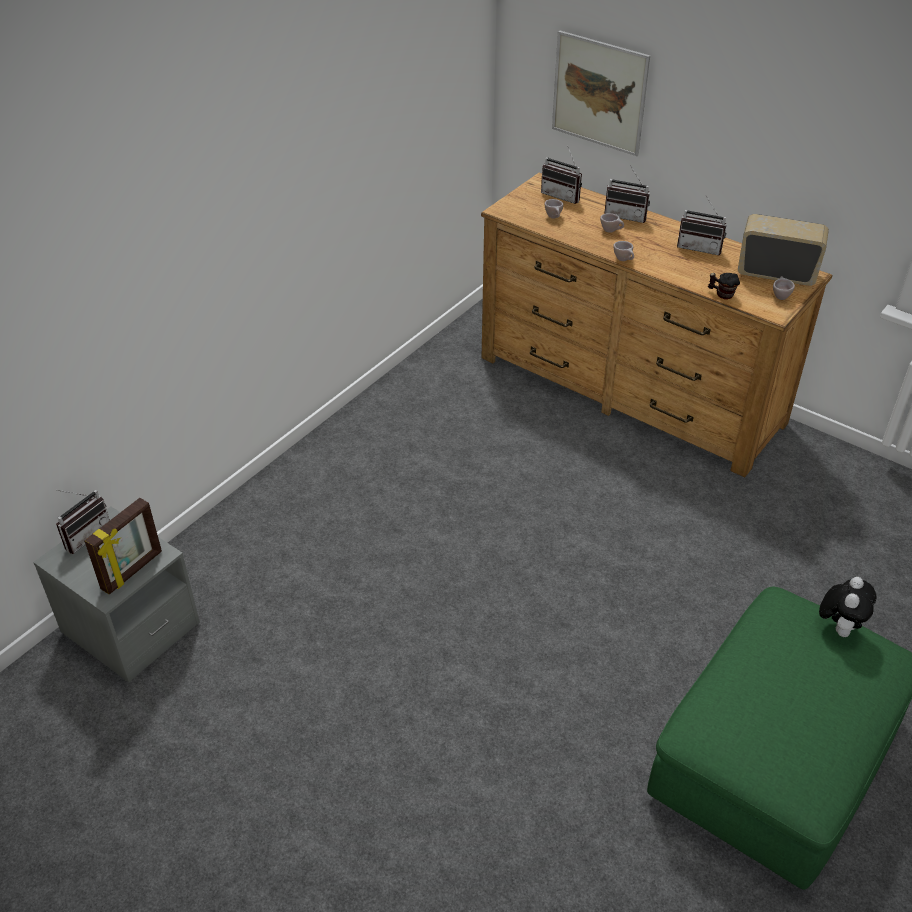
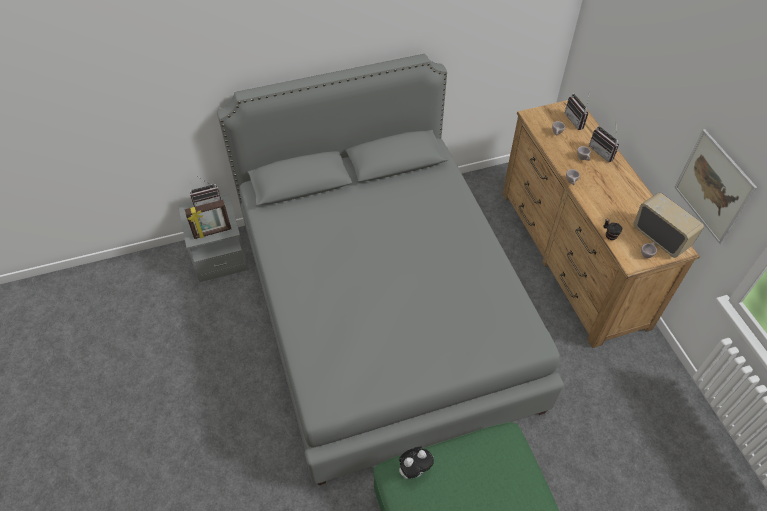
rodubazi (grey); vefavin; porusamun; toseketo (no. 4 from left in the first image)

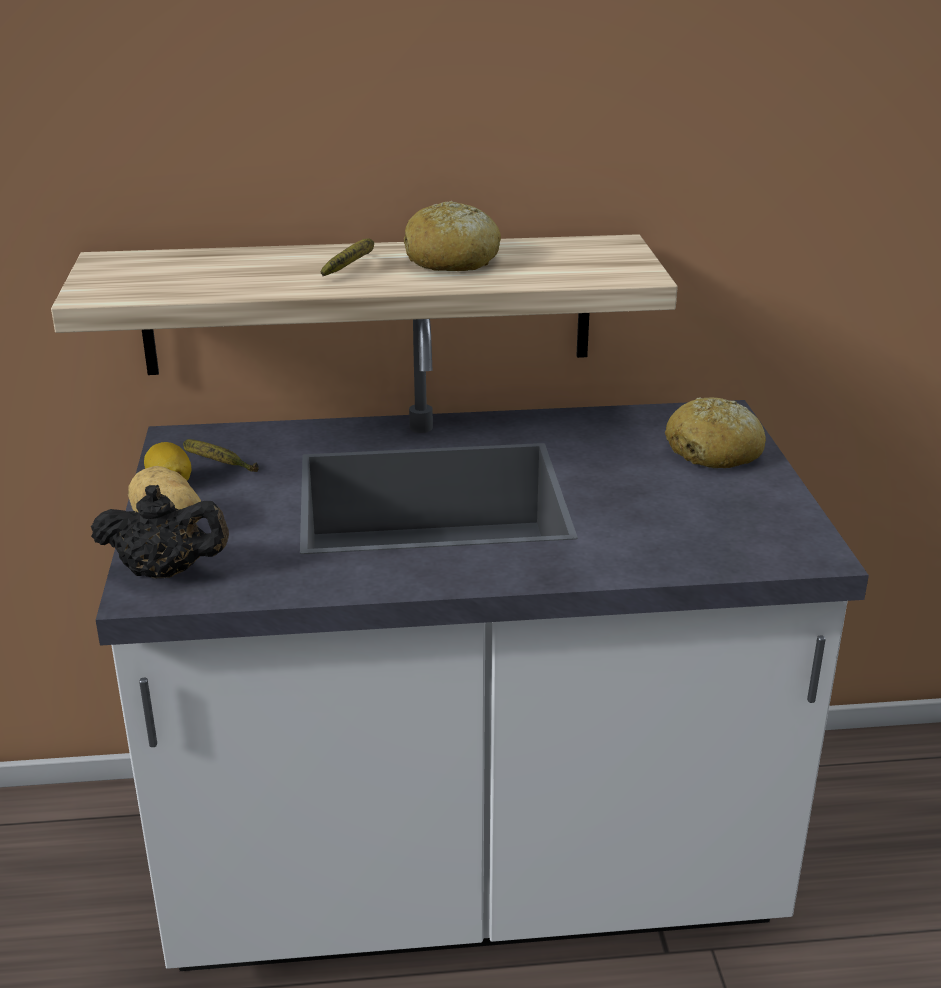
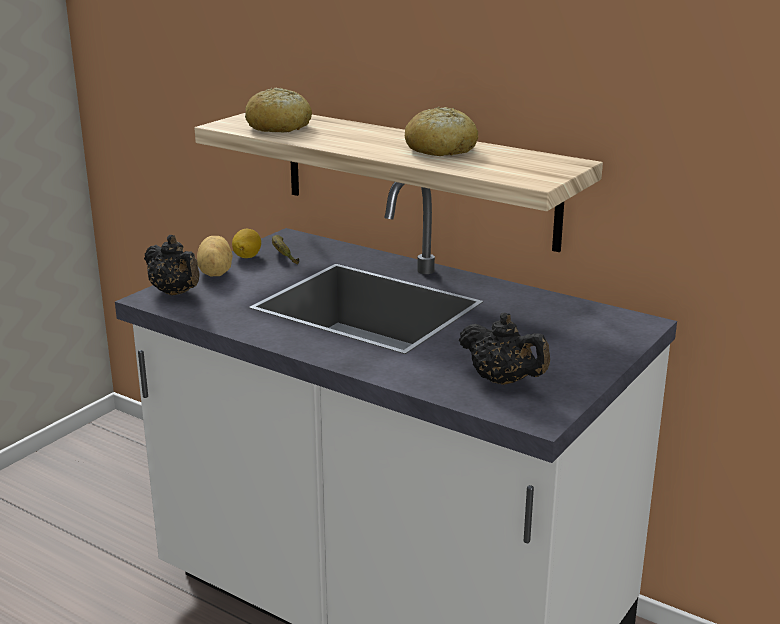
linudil (no. 1 from left); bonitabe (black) (no. 2 from left); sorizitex (no. 2 from left in the first image)

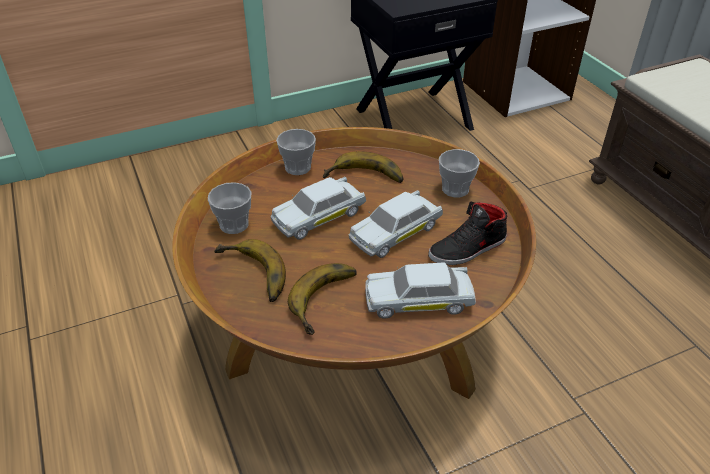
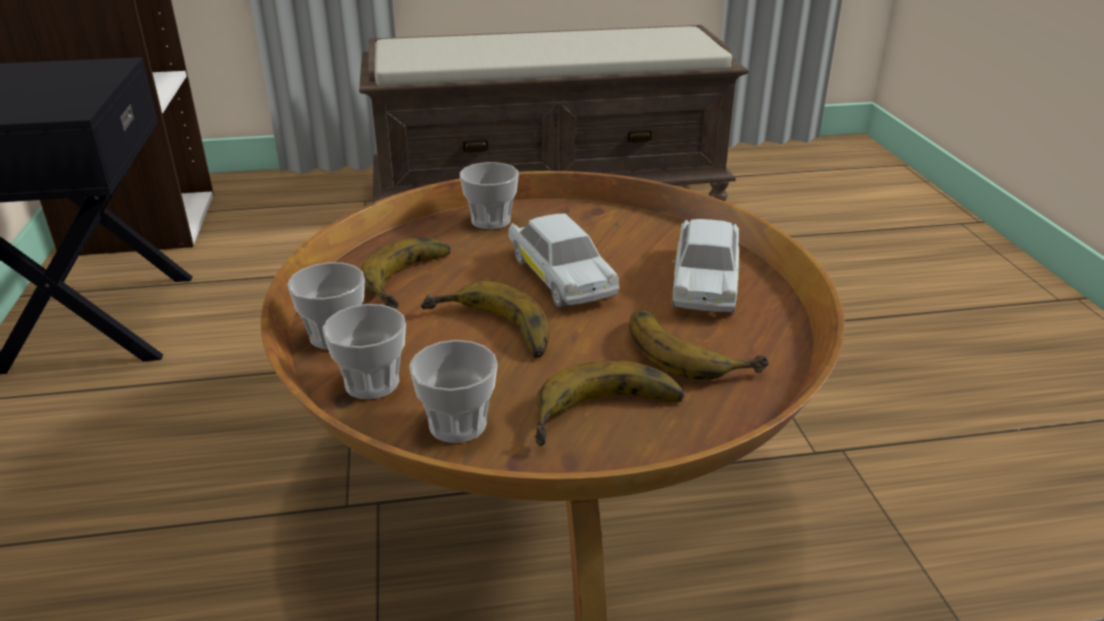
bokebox (no. 2 from left); sorizitex (no. 2 from left); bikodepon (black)

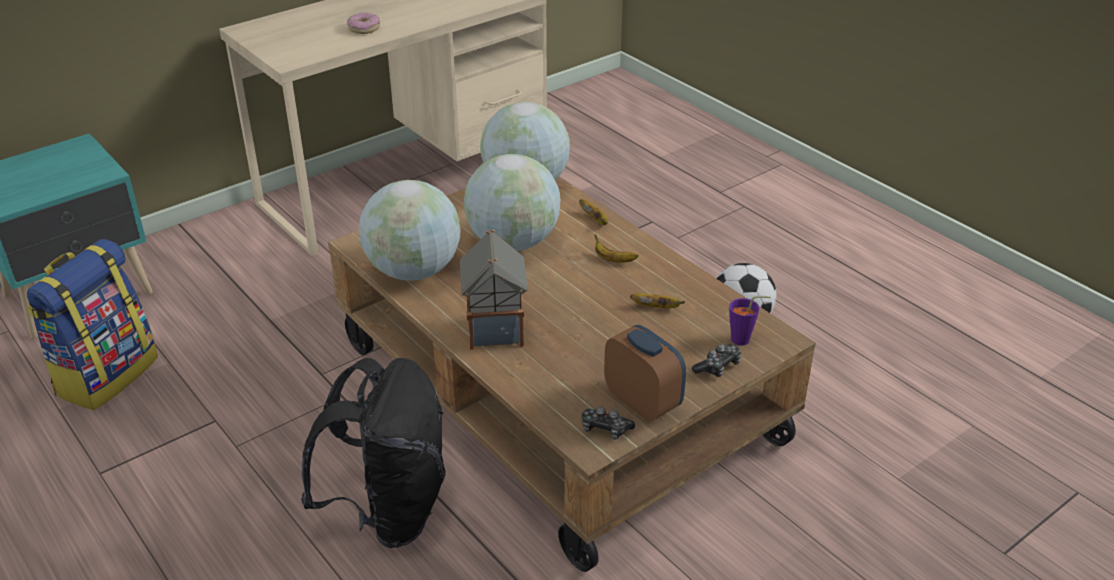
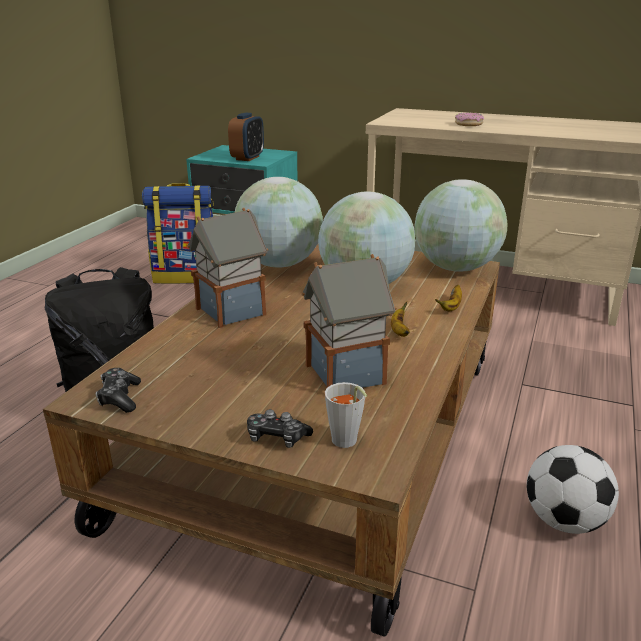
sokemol; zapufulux (no. 2 from left); bokebox (grey)

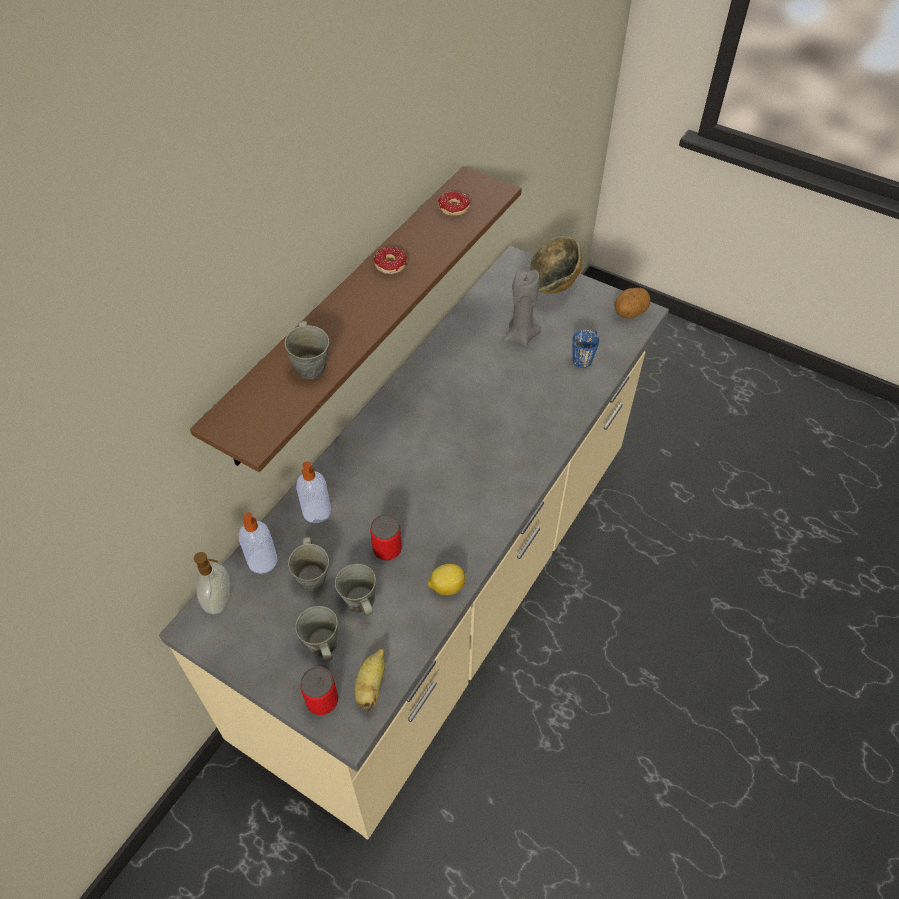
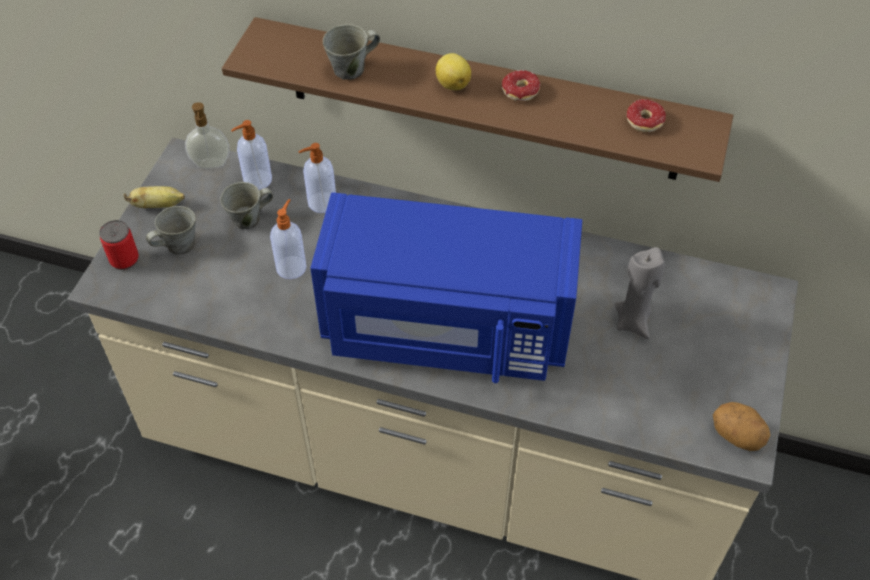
sorizitex; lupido (no. 3 from left); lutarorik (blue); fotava; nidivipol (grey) (no. 4 from left in the first image); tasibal; nidivipol (blue)

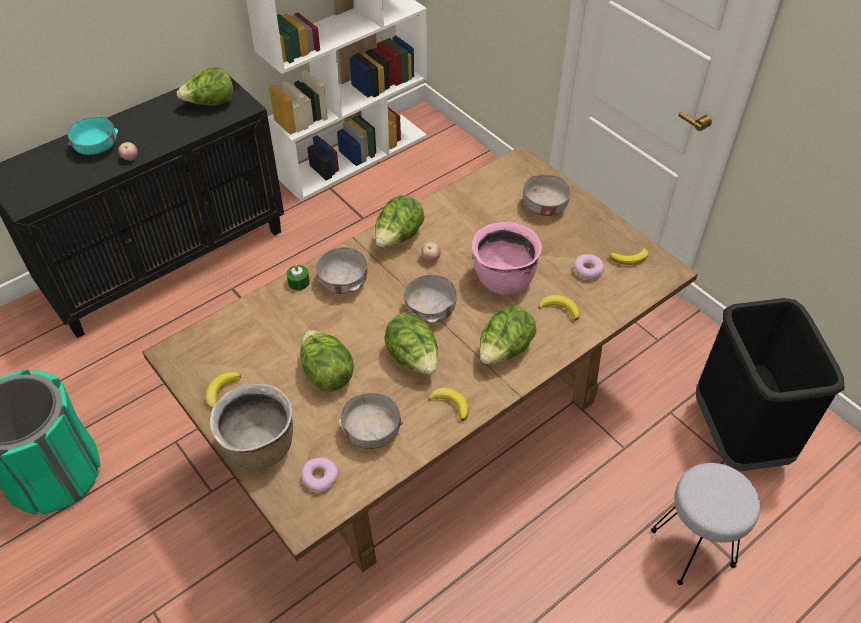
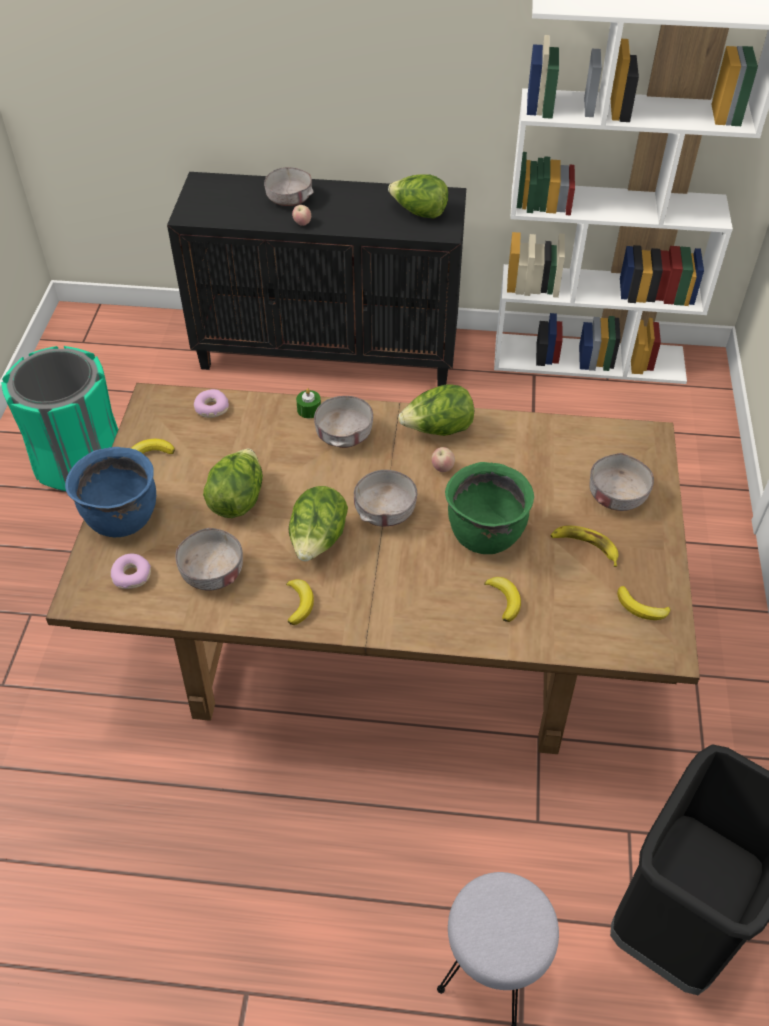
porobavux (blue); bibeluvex (no. 2 from left); tasibal (grey) (no. 2 from left); porobavux (green); sorizitex (no. 4 from left); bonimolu (no. 5 from left in the first image)

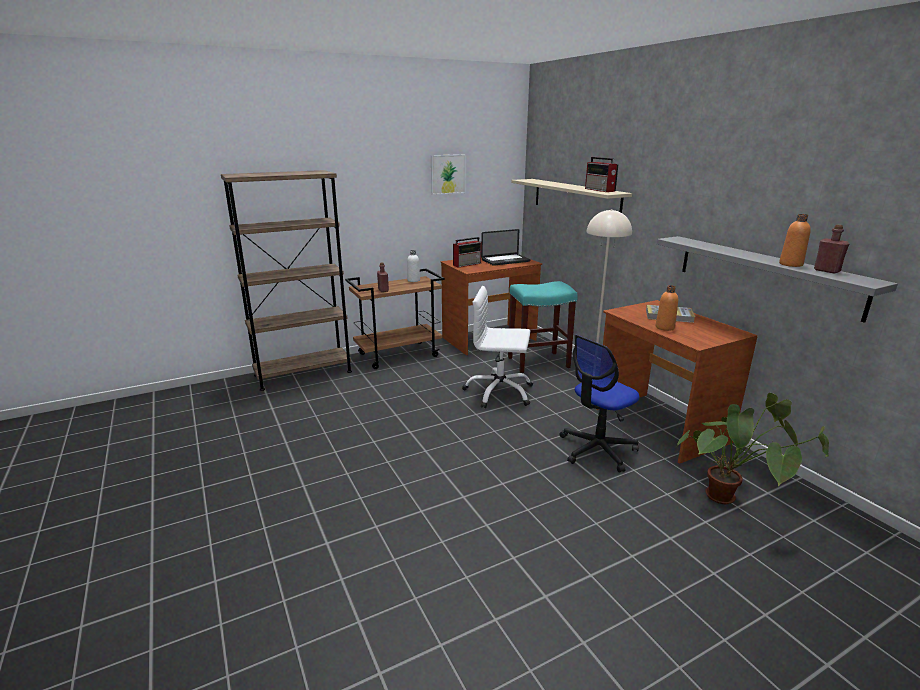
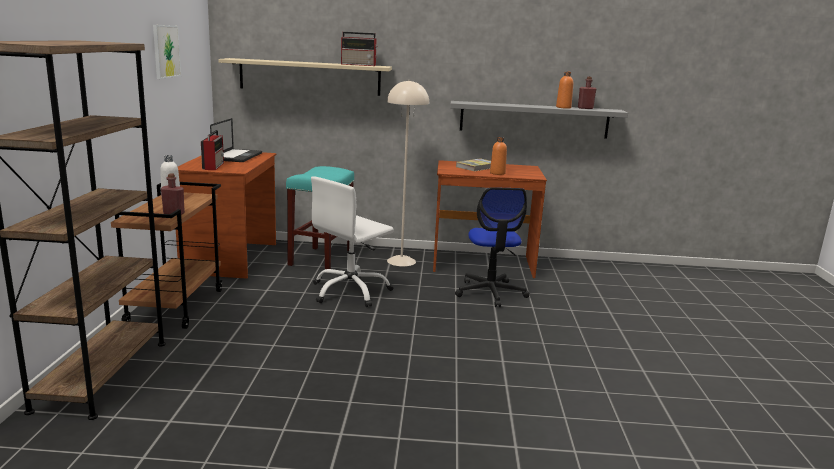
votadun

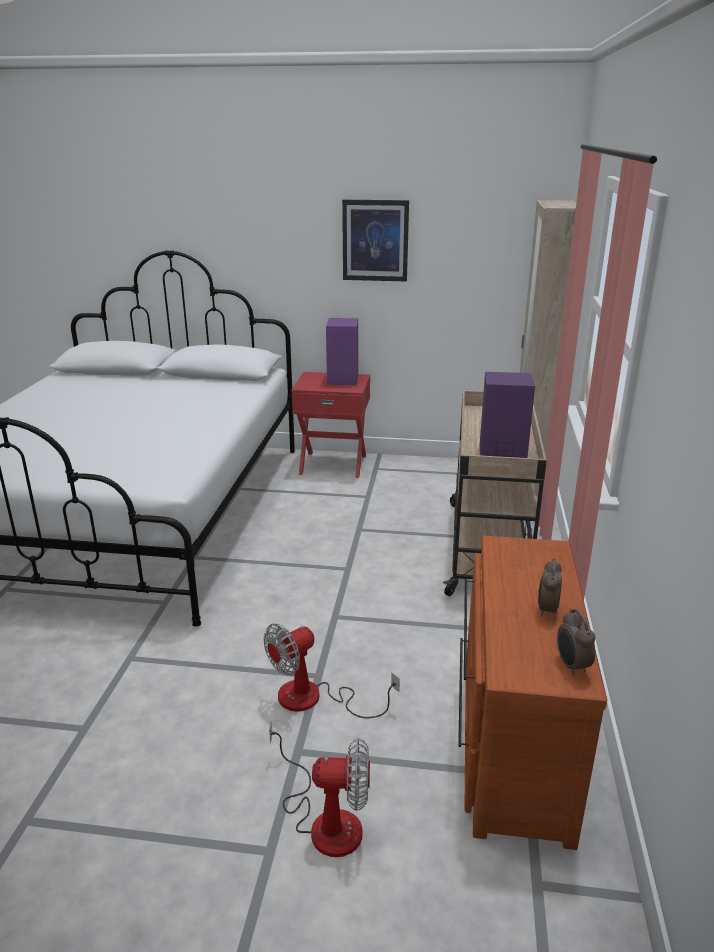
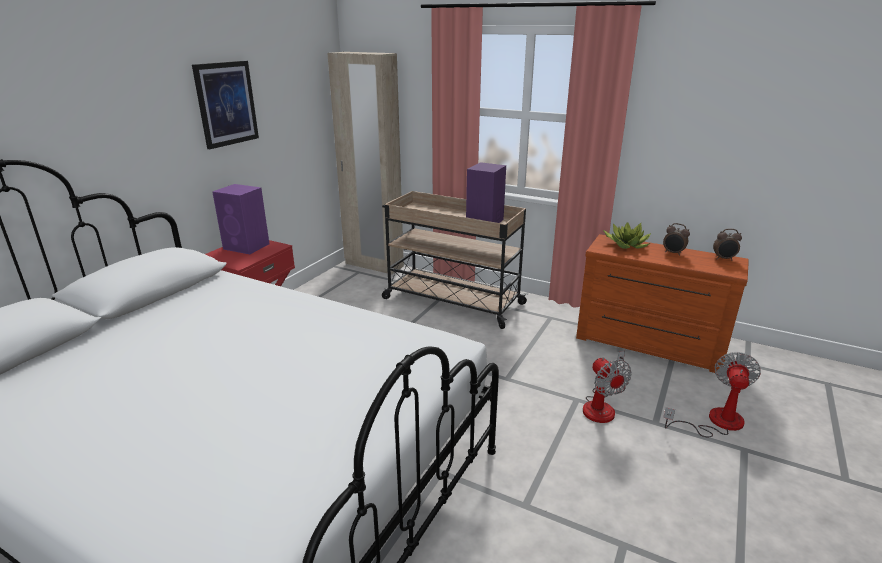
votadun

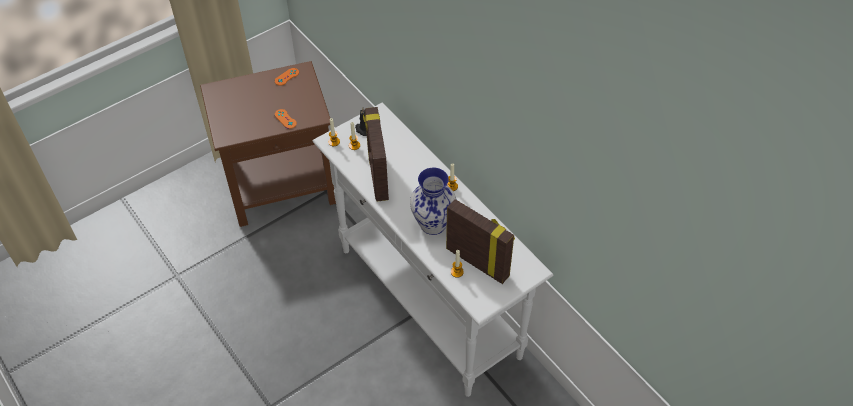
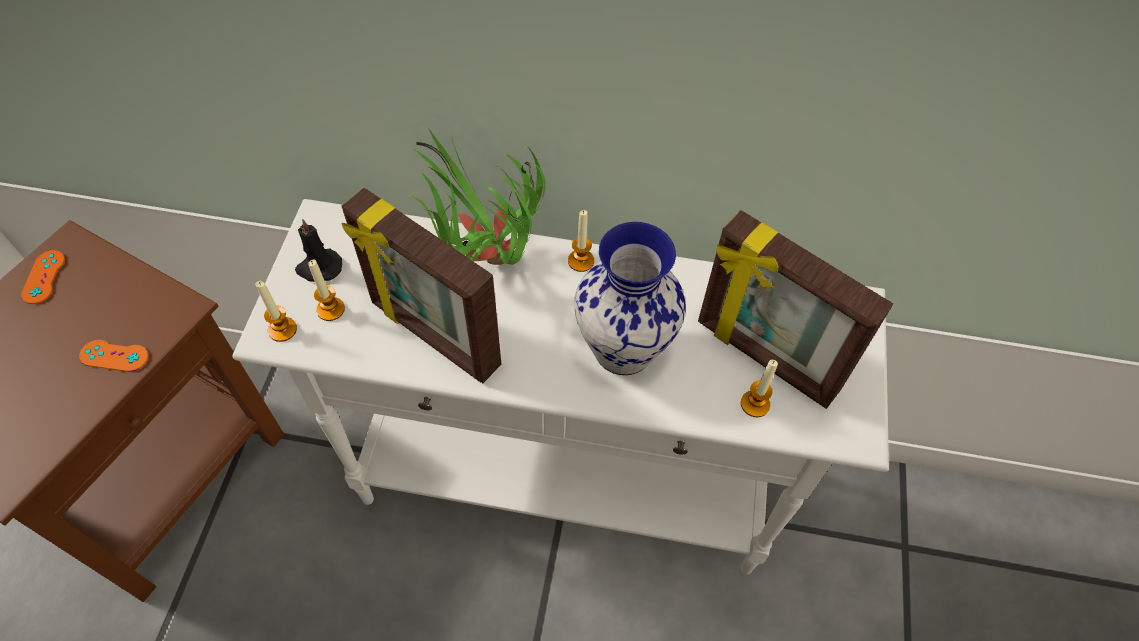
votadun; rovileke (no. 2 from left)

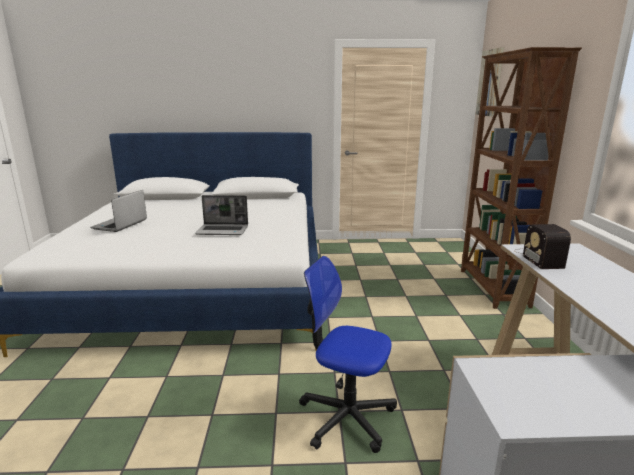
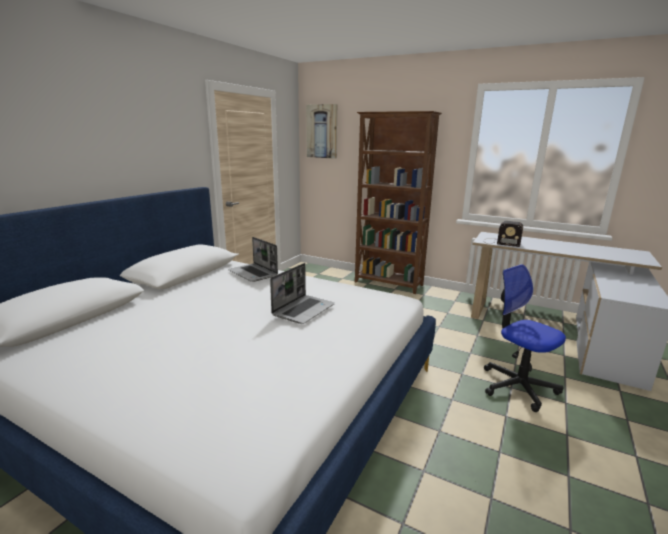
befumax (no. 1 from left); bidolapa

